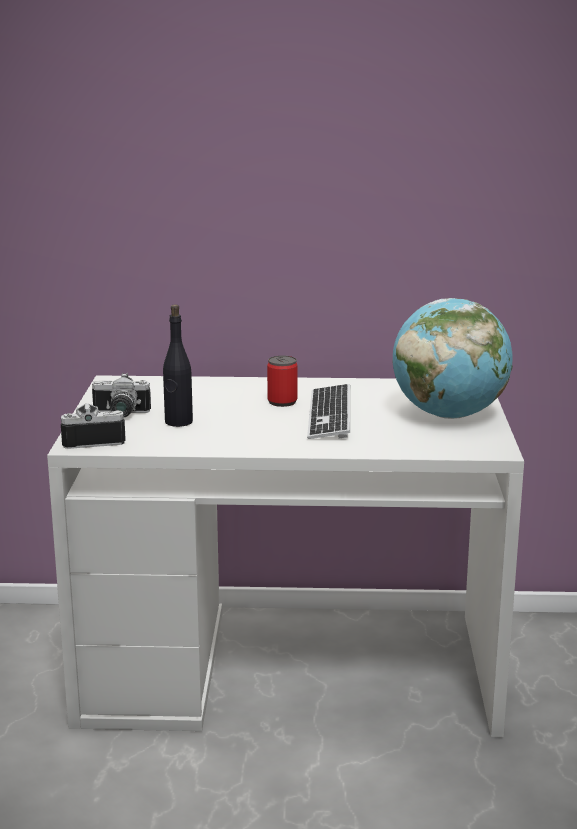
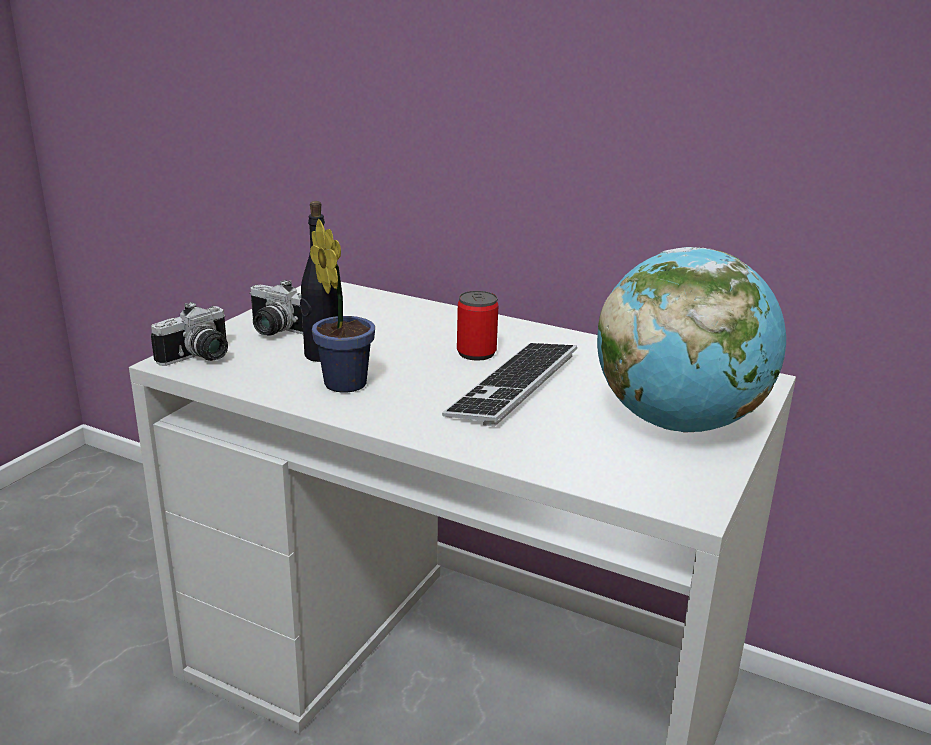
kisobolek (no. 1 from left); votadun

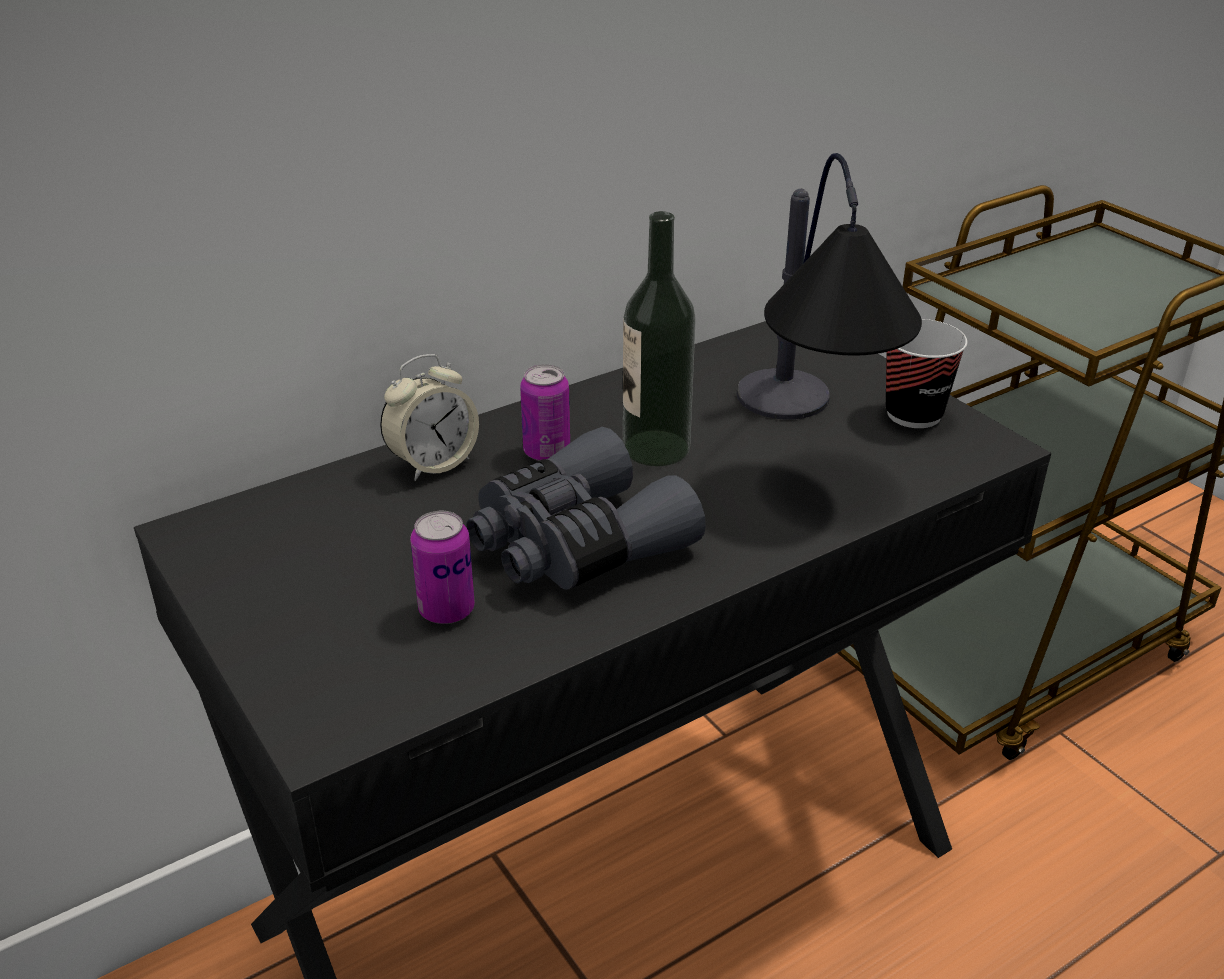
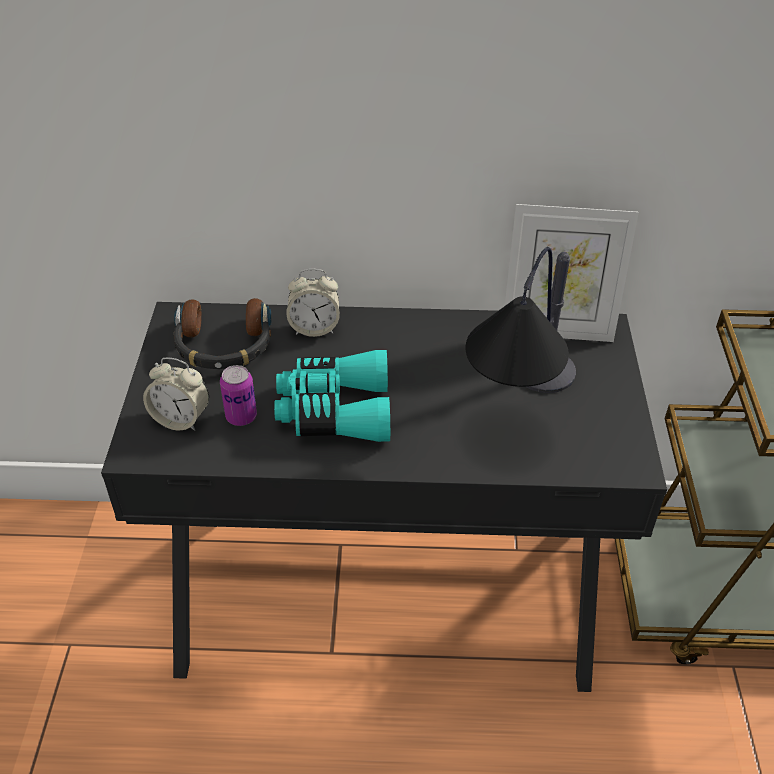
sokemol (no. 1 from left); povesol; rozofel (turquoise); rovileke; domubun (no. 2 from left in the first image); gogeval; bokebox

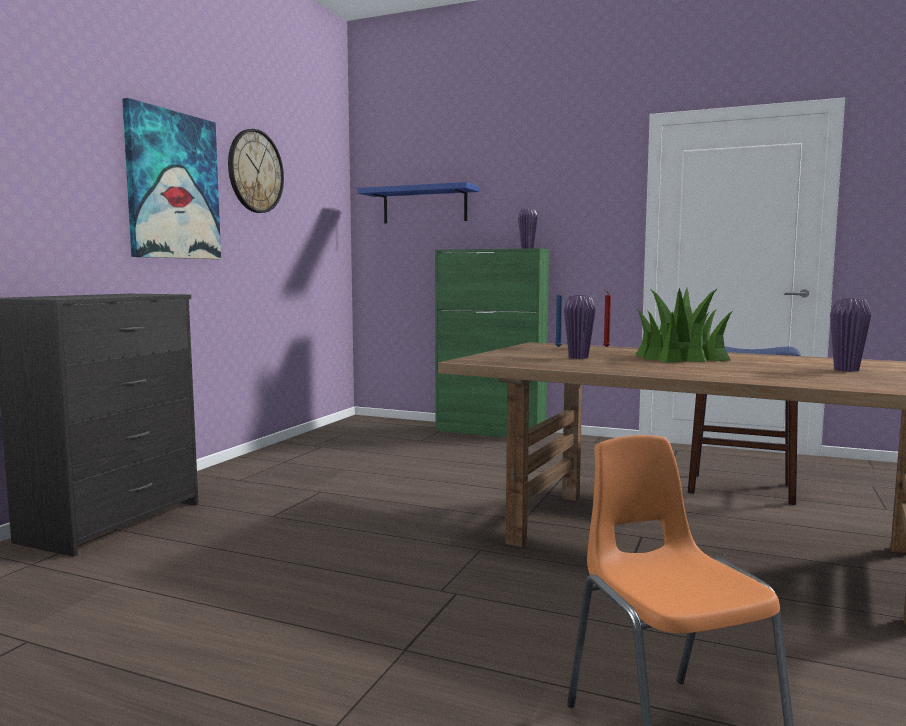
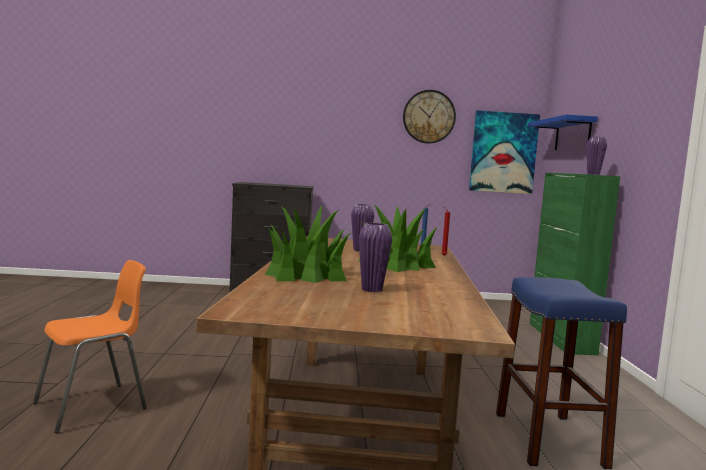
votadun (no. 1 from left); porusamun

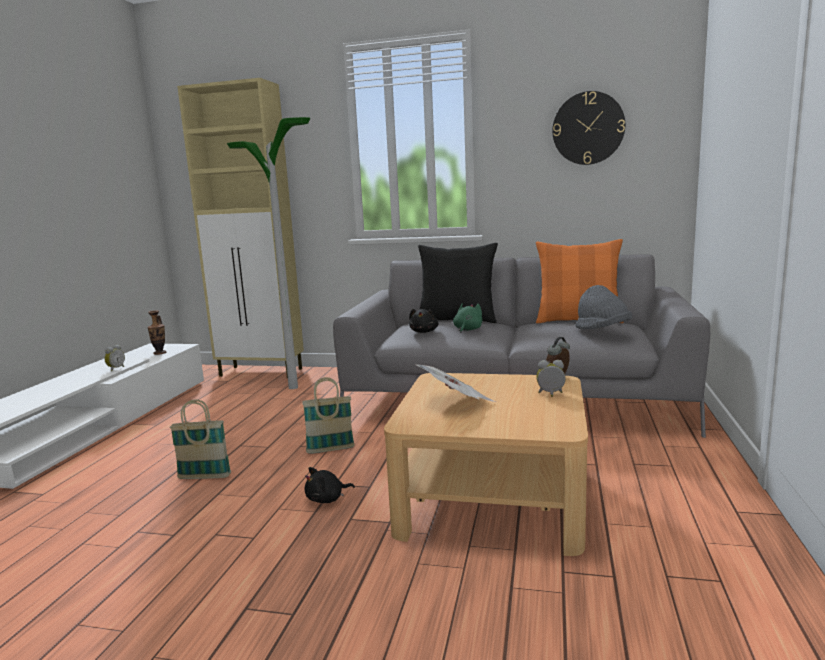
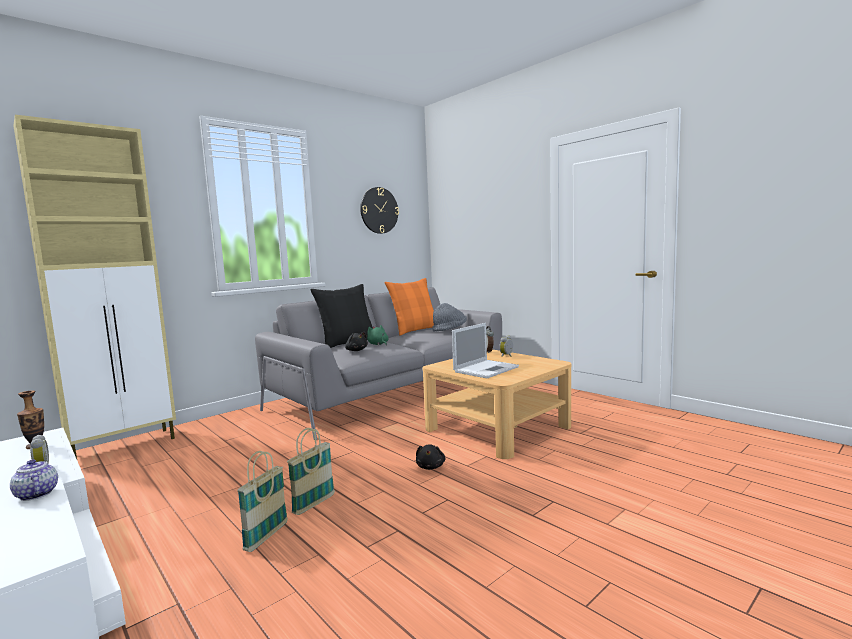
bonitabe; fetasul (no. 1 from left); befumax; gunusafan

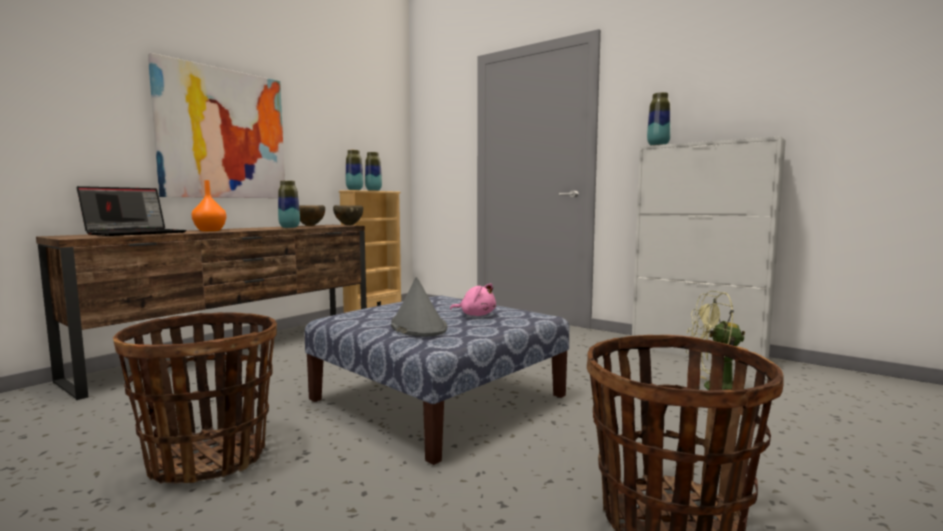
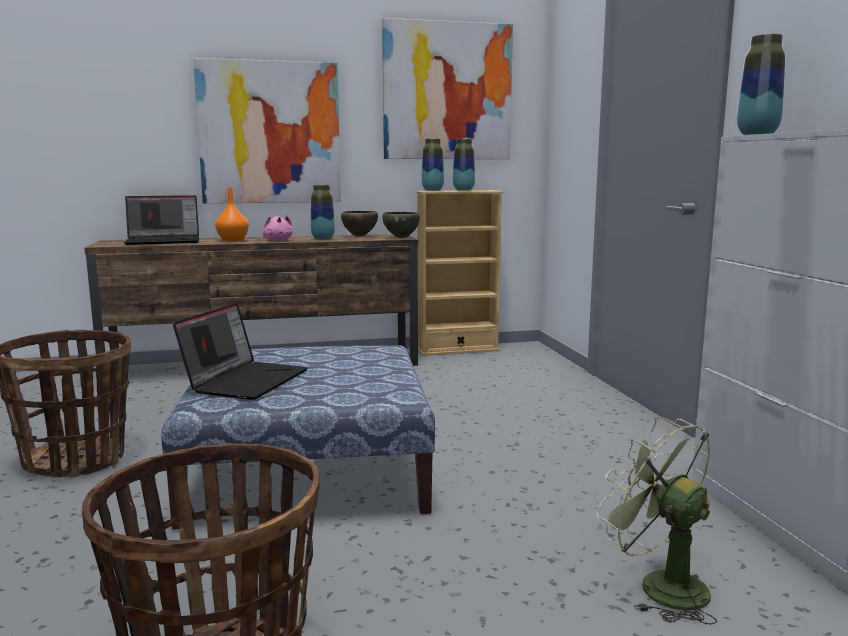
befumax (no. 2 from left); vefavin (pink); porusamun (no. 2 from left)

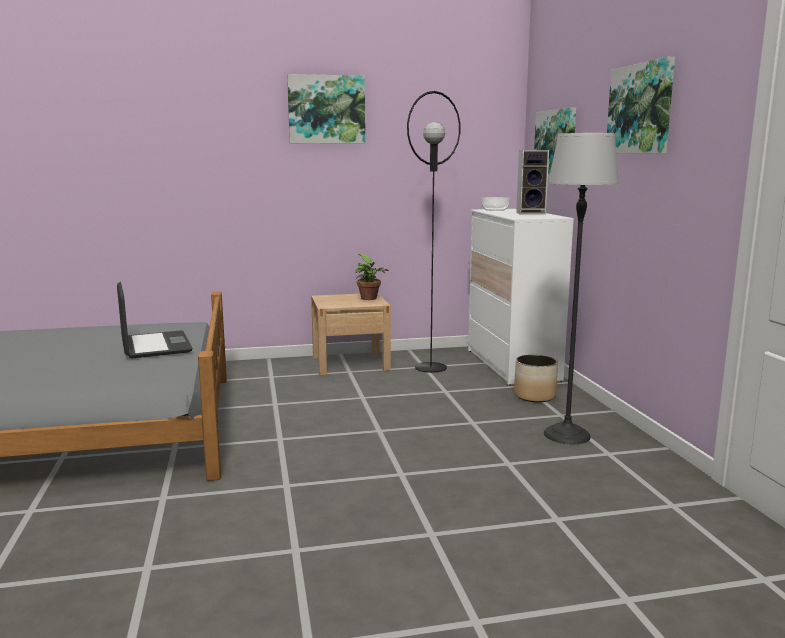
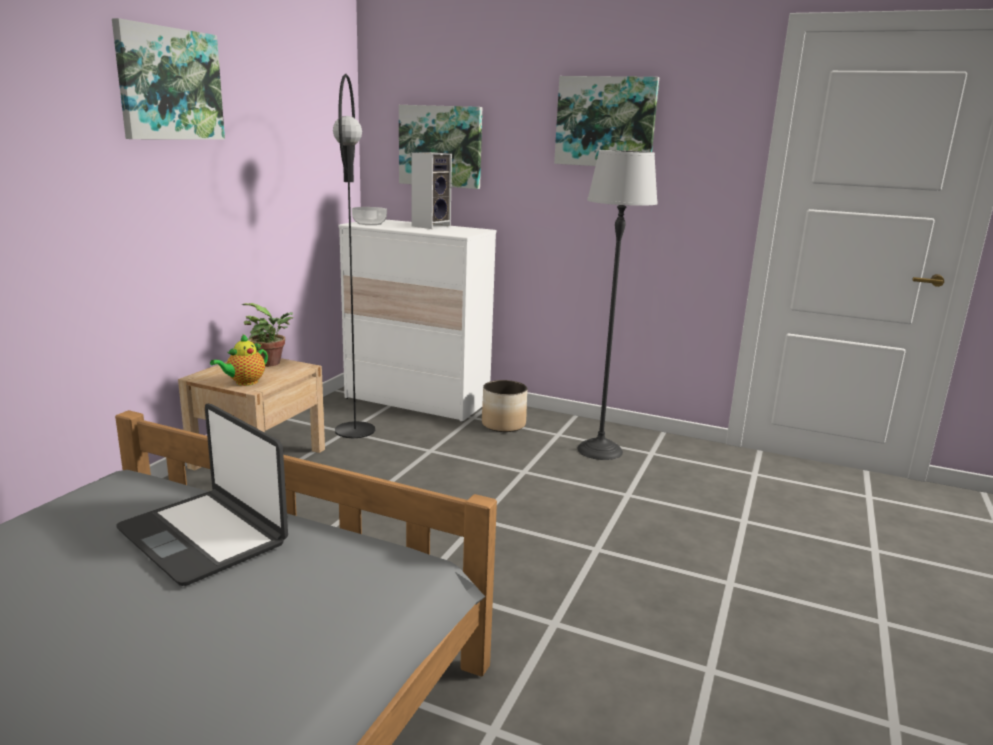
befumax; bonitabe

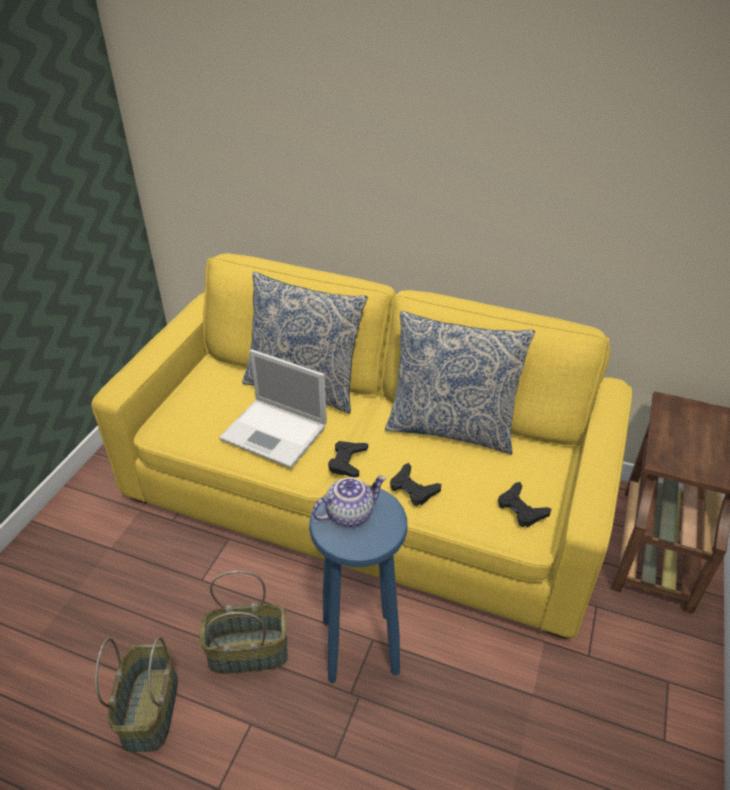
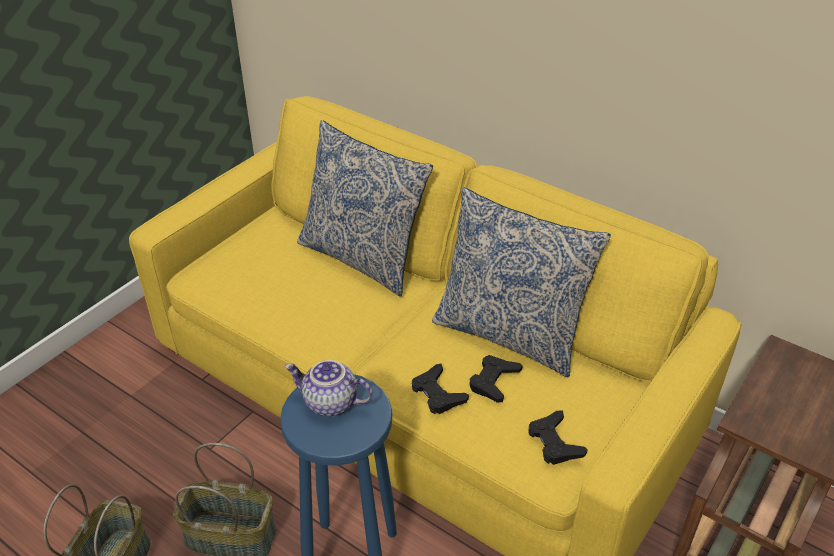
bonitabe; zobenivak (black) (no. 2 from left); befumax

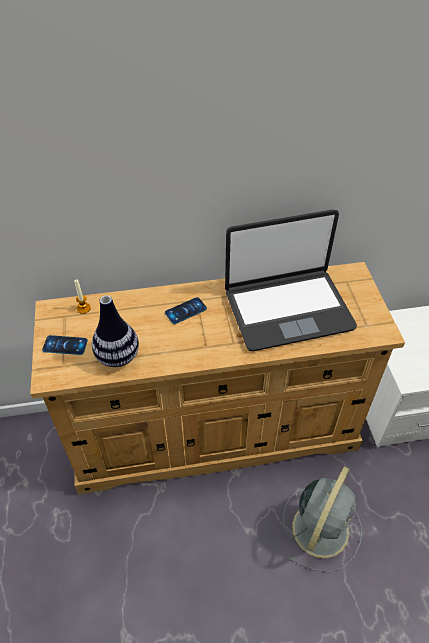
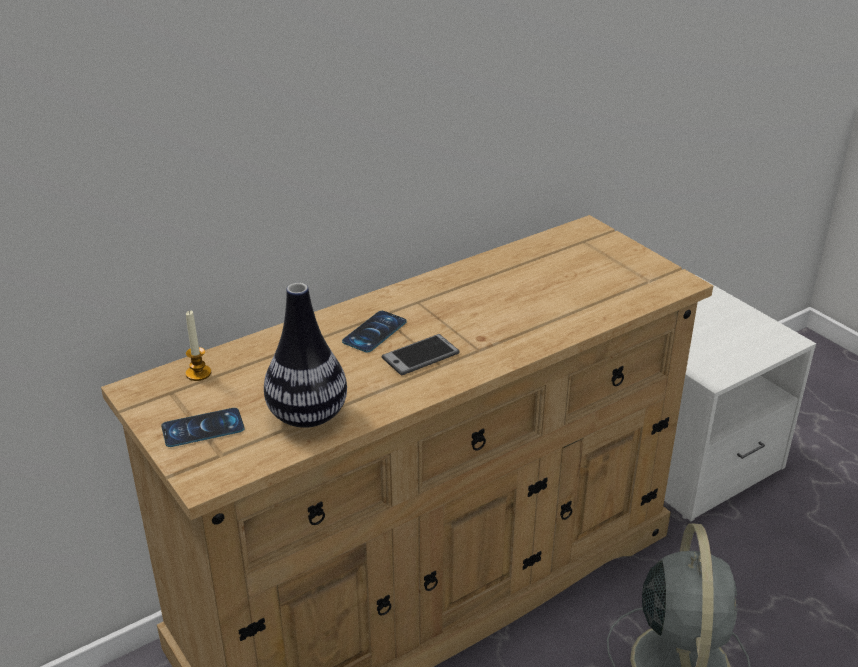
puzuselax (no. 3 from left); befumax

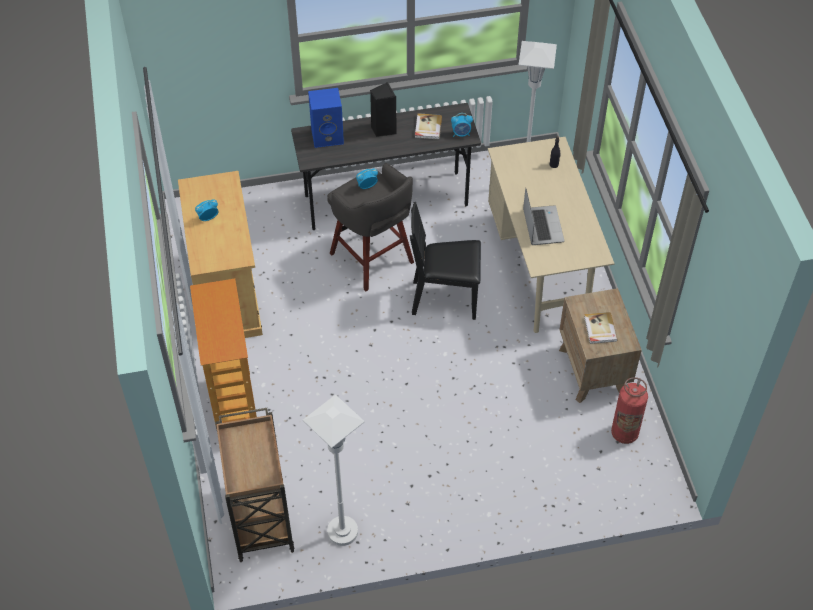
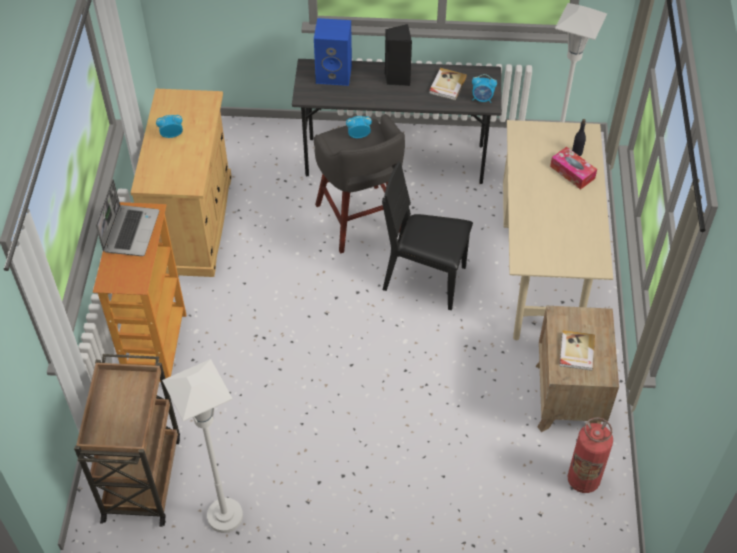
befumax; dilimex

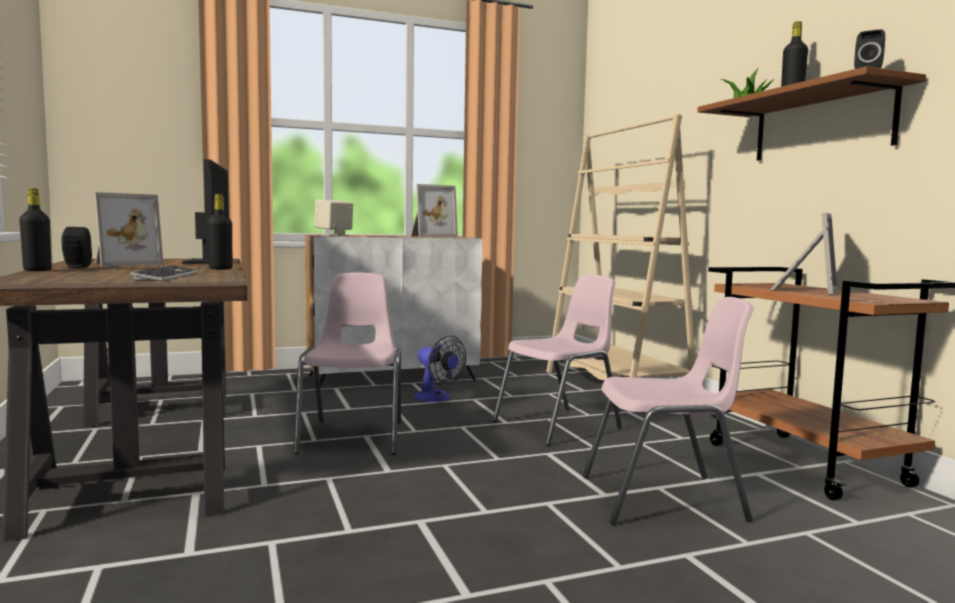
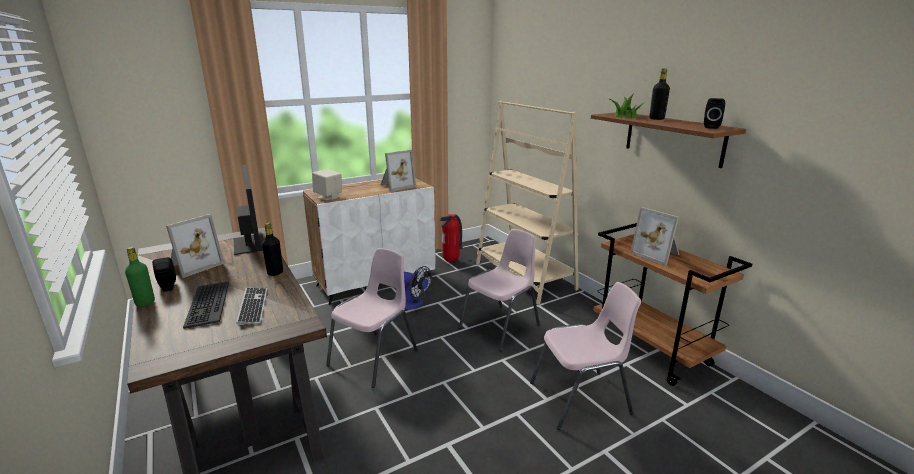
gogeval (green); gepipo (no. 1 from left); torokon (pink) (no. 1 from left); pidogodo; rovileke (no. 3 from left)

